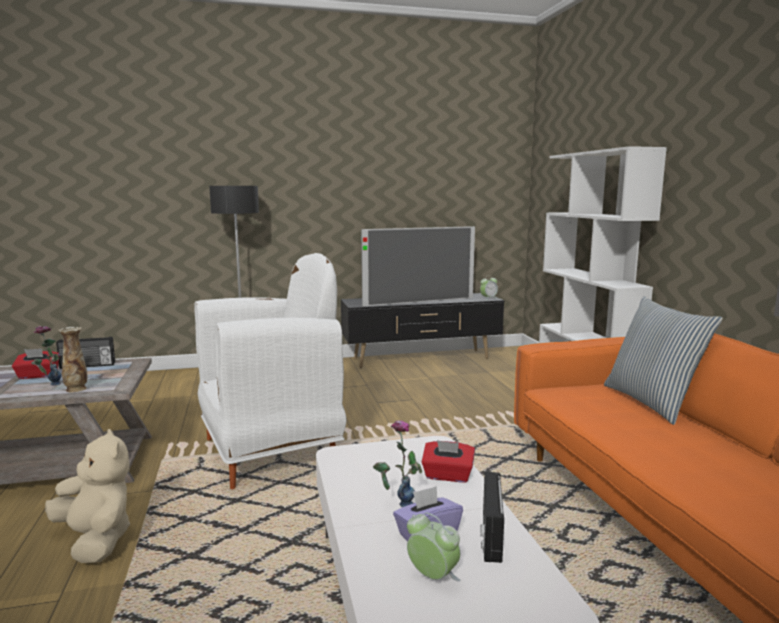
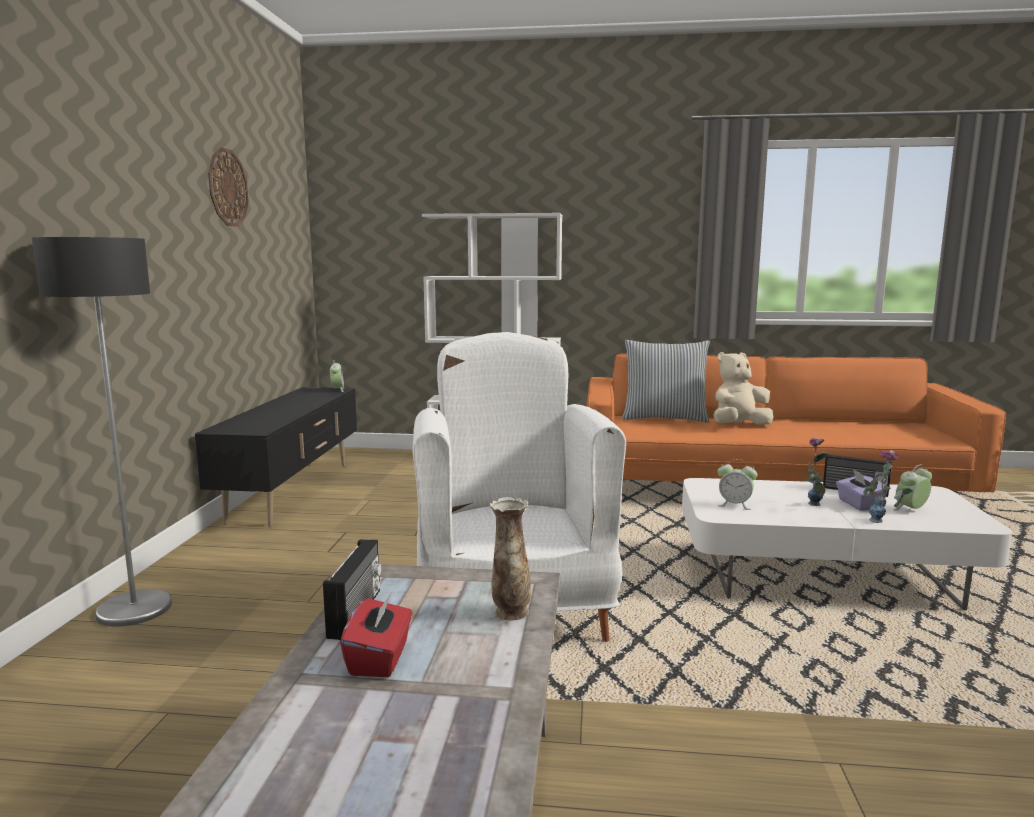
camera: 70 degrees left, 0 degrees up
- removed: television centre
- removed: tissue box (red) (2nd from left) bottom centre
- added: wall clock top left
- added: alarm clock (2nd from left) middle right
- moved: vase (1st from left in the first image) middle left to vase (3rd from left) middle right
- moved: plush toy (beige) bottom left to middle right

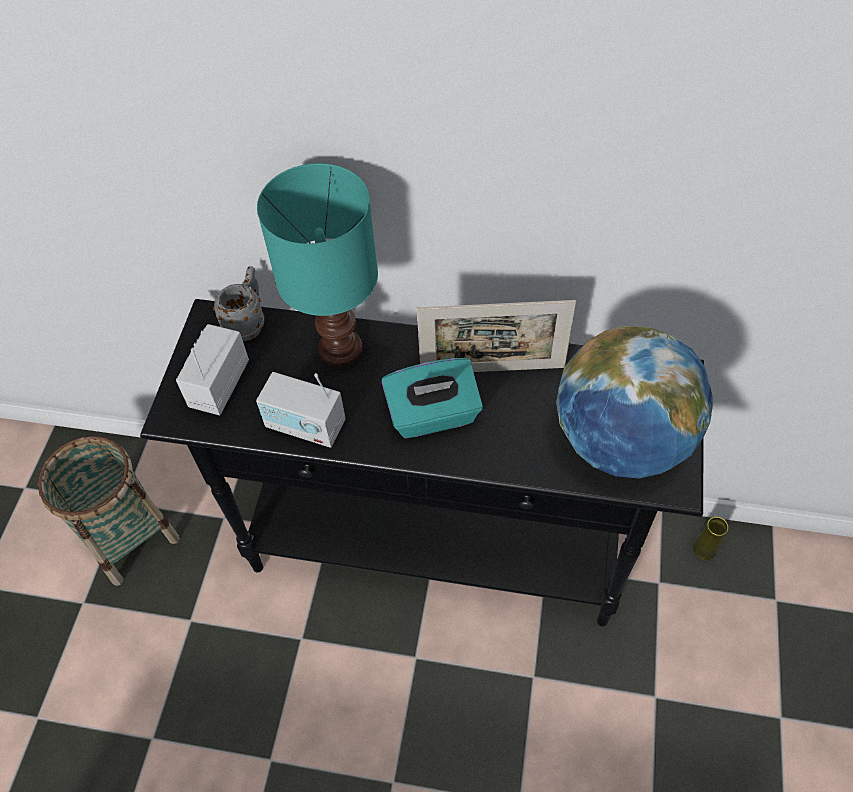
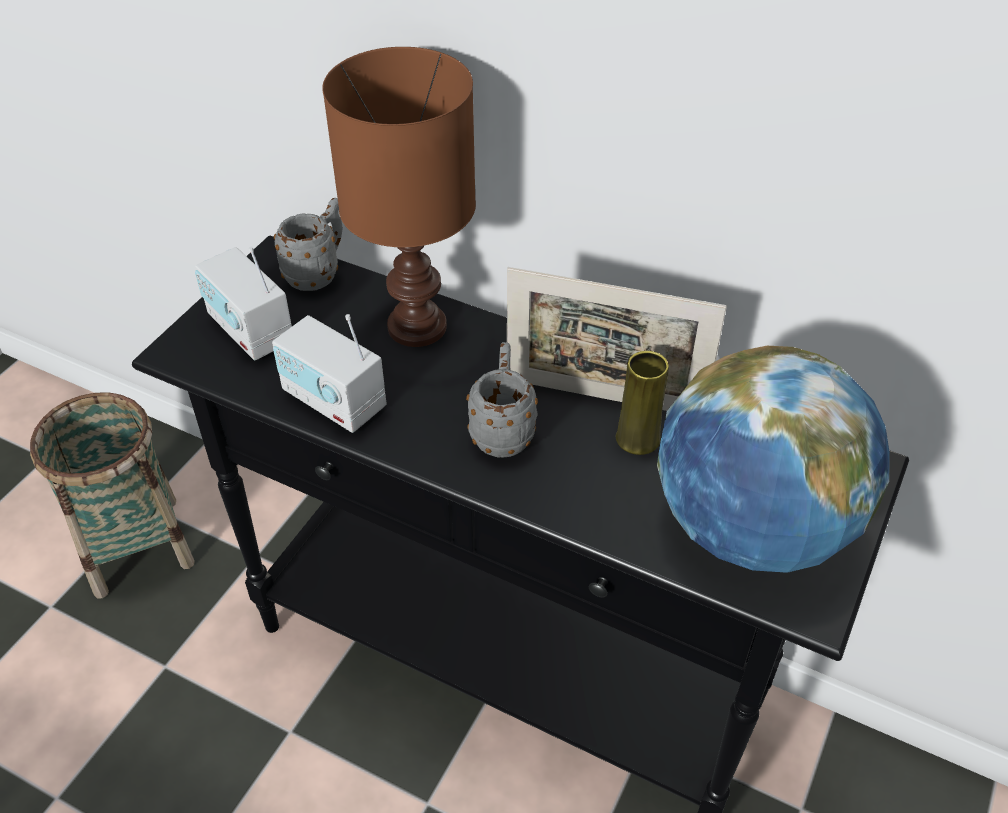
camera: 15 degrees right, 10 degrees down
- moved: vase (yellow) bottom right to centre
- replaced: tissue box (turquoise) centre to mug (grey) (2nd from left) centre
- recoloured: table lamp (turquoise) centre to table lamp (brown) top centre
- turned: radio (1st from left) middle left = middle left 75 degrees counterclockwise

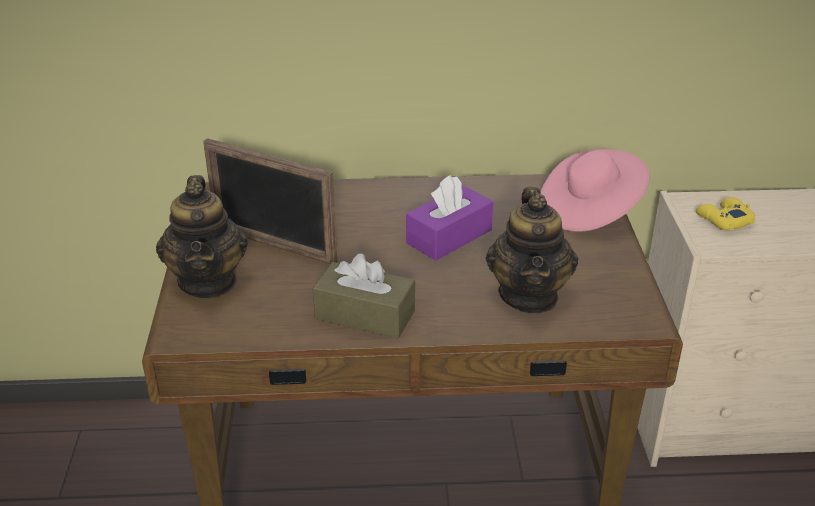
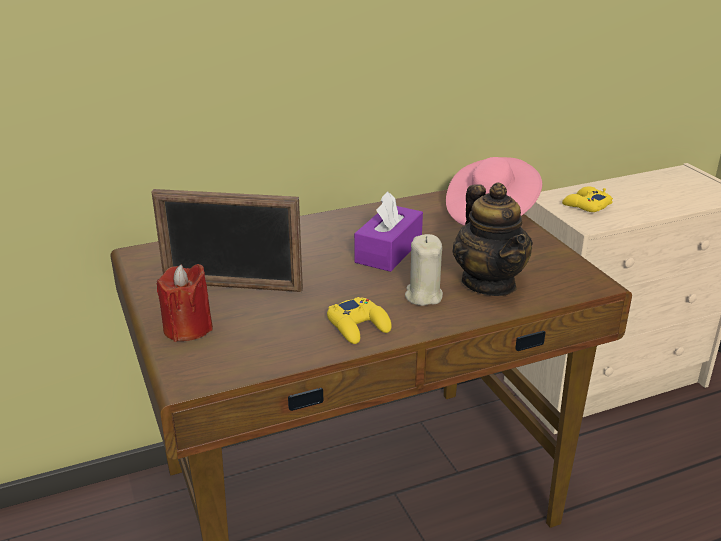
camera: 20 degrees left, 5 degrees down
- added: candle (beige) centre
- replaced: teapot (1st from left) middle left to candle (red) middle left
- replaced: tissue box (brown) centre to game controller (yellow) (1st from left) centre

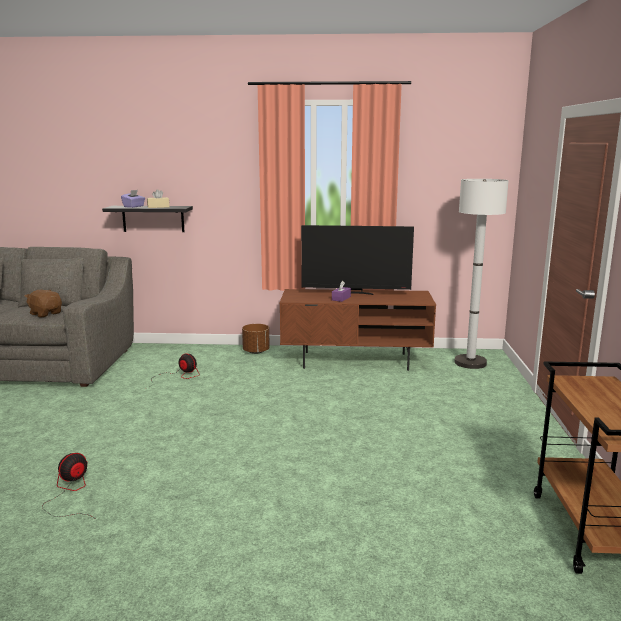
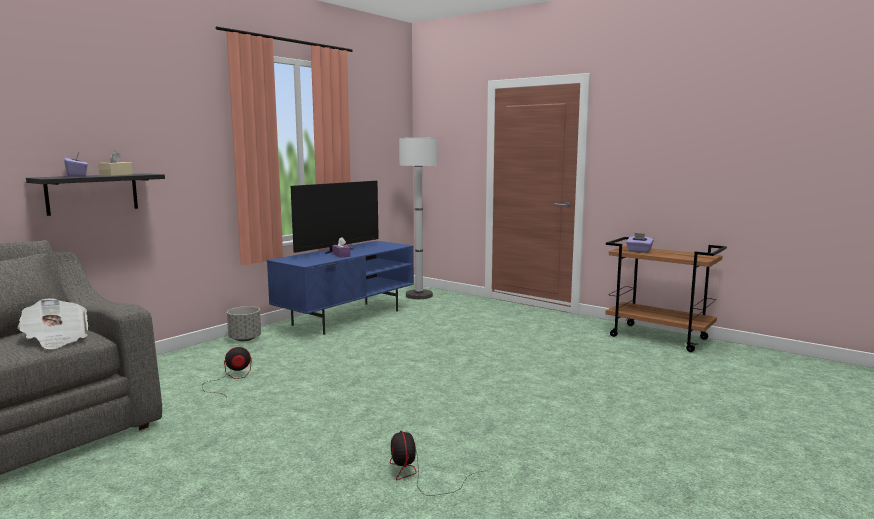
camera: 55 degrees left, 5 degrees down
- added: tissue box (purple) (3rd from left) middle right
- replaced: plush toy (brown) middle left to newspaper middle left
- recoloured: planter (brown) centre to planter (grey) middle left
- recoloured: tv stand (brown) centre to tv stand (blue) centre

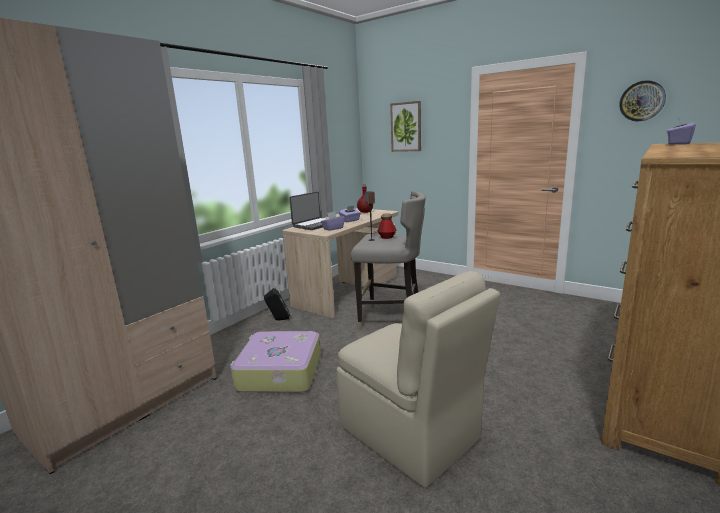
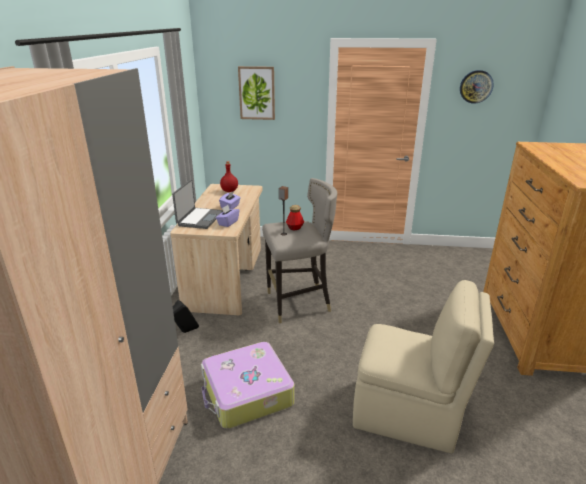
camera: 30 degrees left, 10 degrees up
- removed: tissue box (purple) (3rd from left) top right

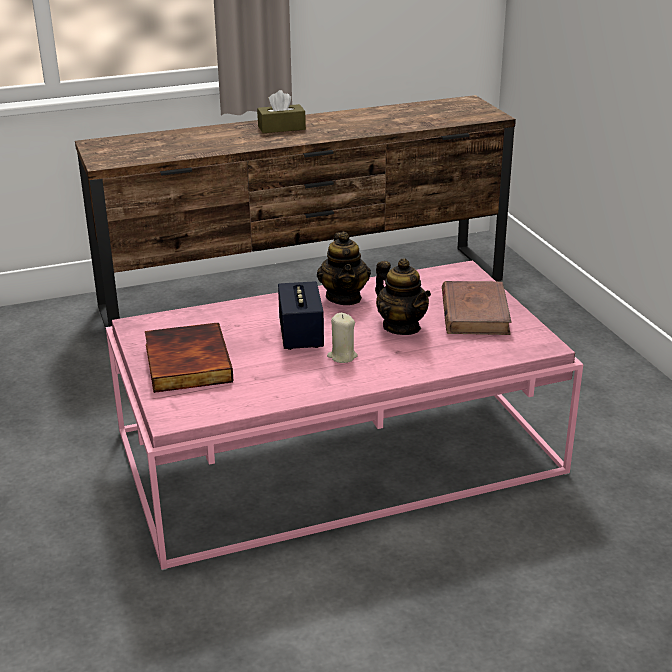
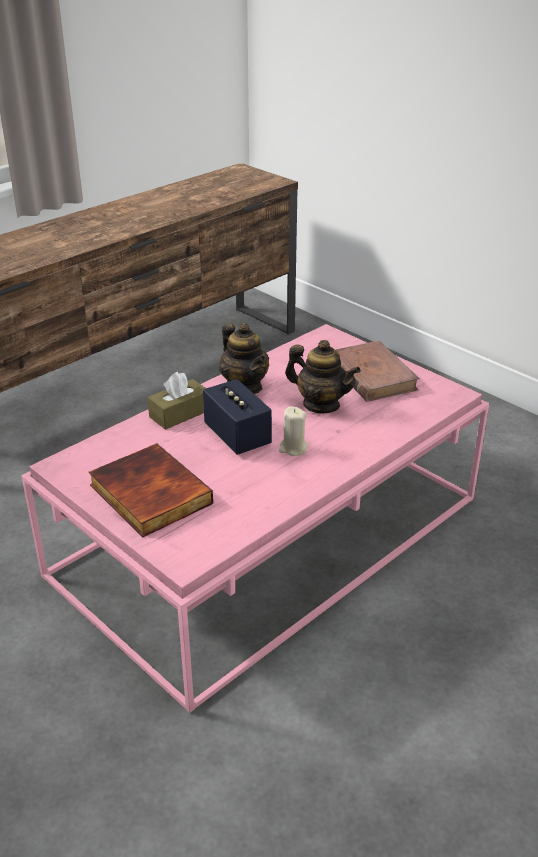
camera: 25 degrees left, 5 degrees up
- moved: tissue box (brown) top centre to middle left

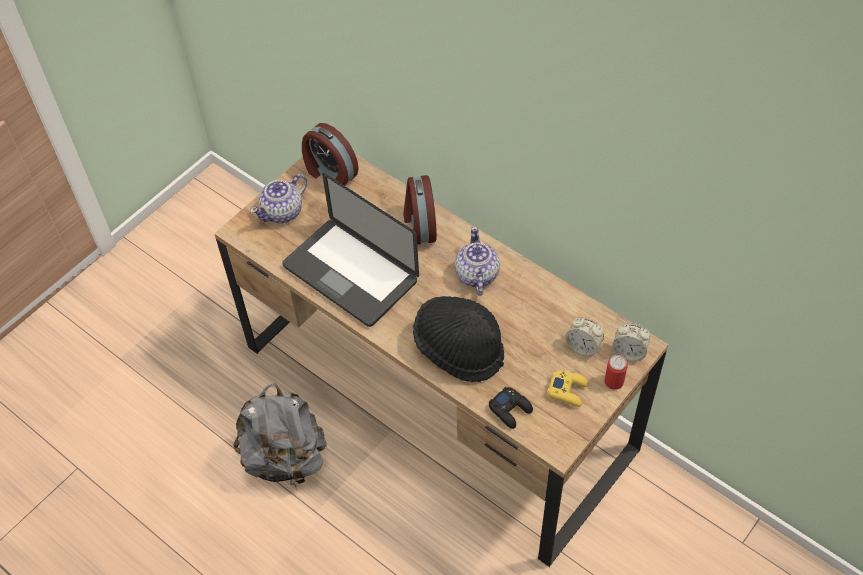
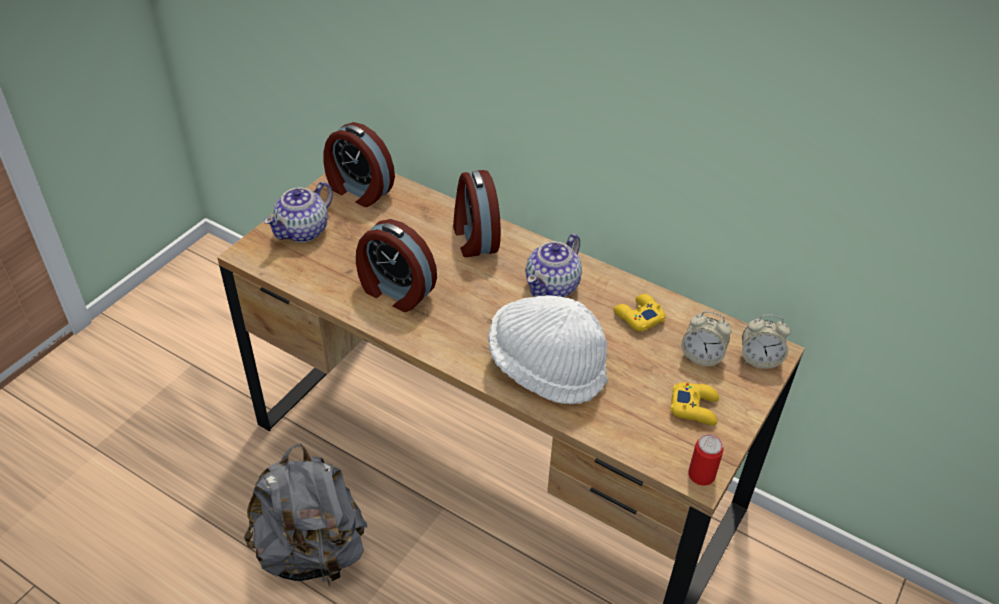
camera: 10 degrees left, 10 degrees down
- removed: game controller (black) bottom centre
- added: game controller (yellow) (1st from left) centre
- moved: can middle right to bottom right
- replaced: laptop centre to alarm clock (2nd from left) centre
- recoloured: hat (black) centre to hat (white) centre
- turned: teapot (2nd from left) centre = centre 135 degrees counterclockwise

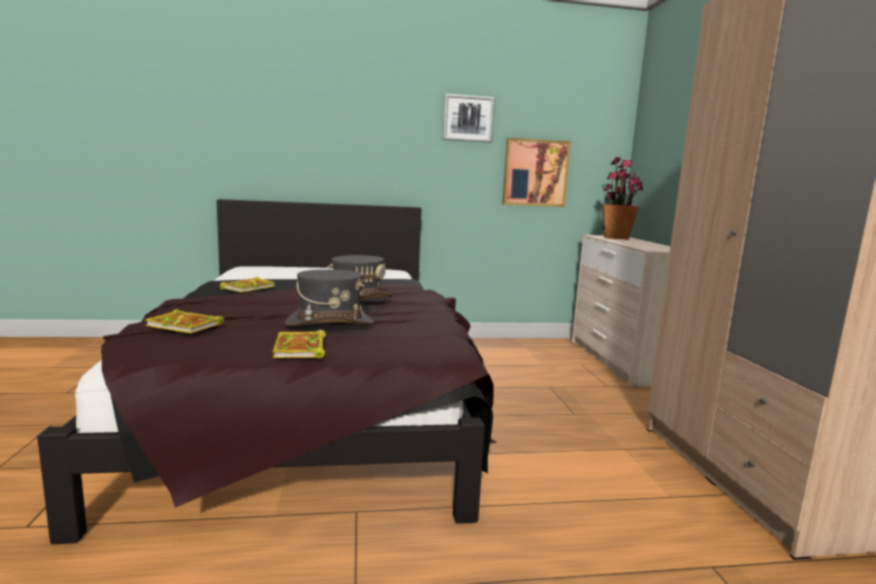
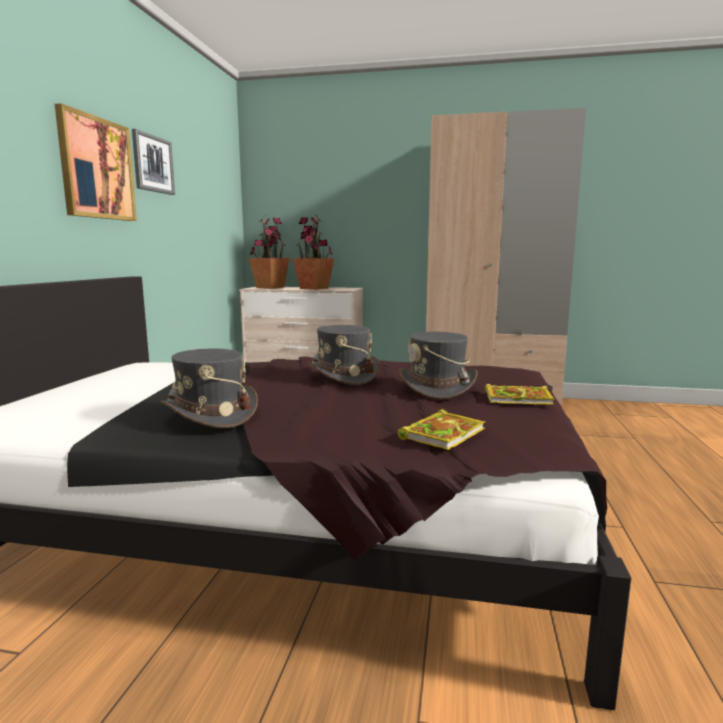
camera: 70 degrees left, 0 degrees up
- added: potted plant (2nd from left) centre
- moved: picture (2nd from left in the first image) top centre to picture (1st from left) top left
- replaced: book (2nd from left) middle left to hat (grey) (1st from left) middle left

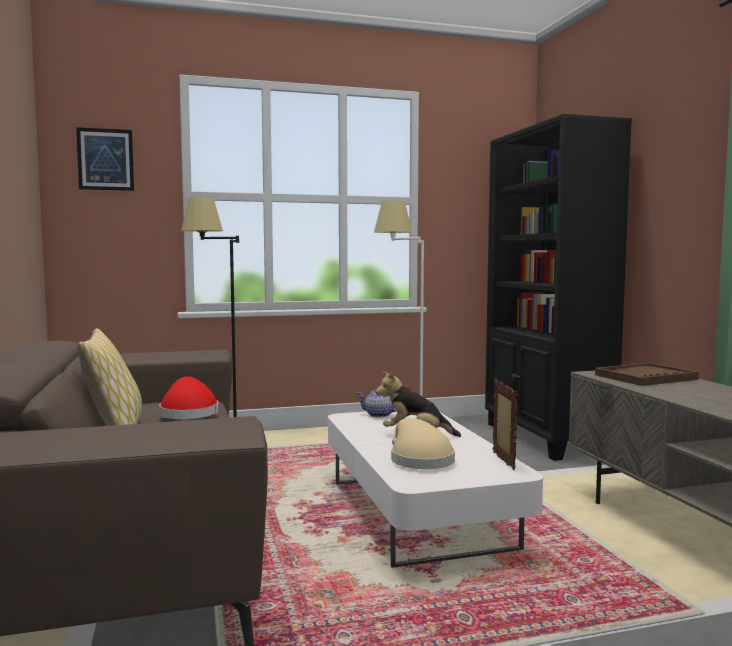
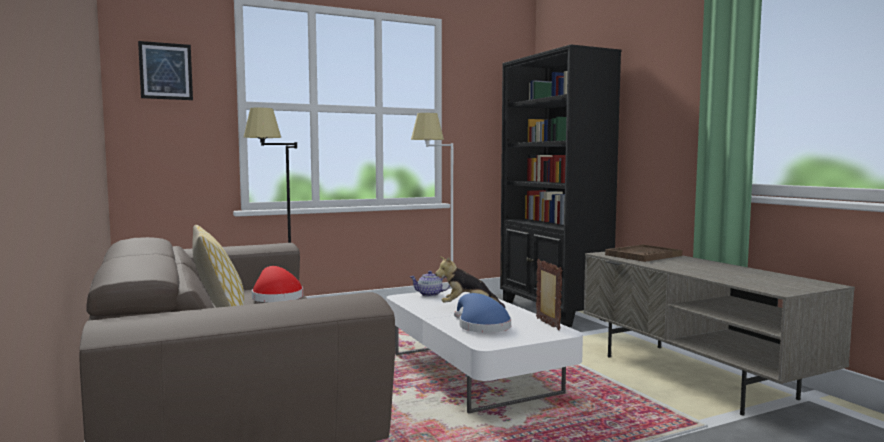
camera: 10 degrees left, 0 degrees up
- recoloured: hat (beige) bottom centre to hat (blue) bottom centre

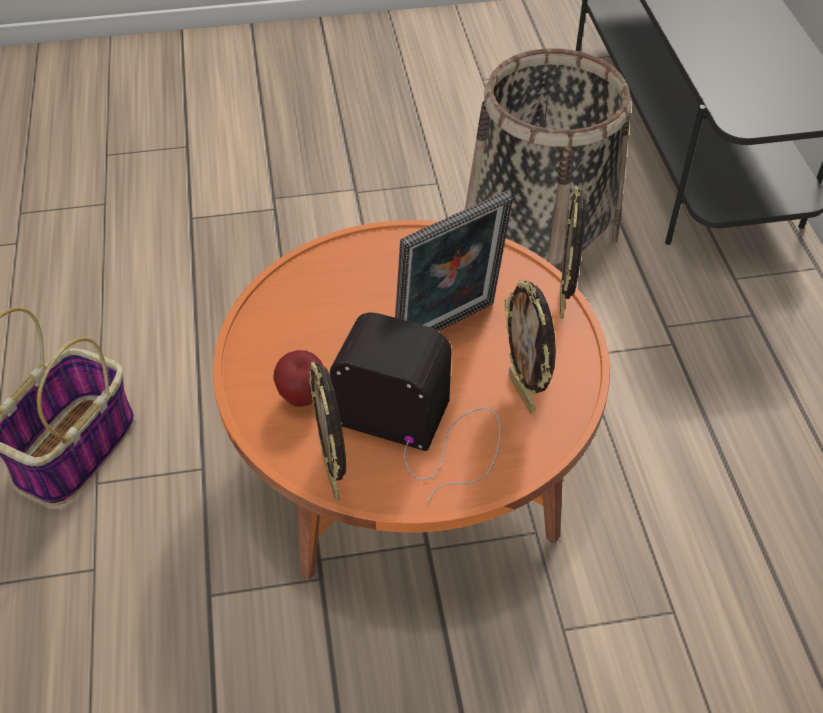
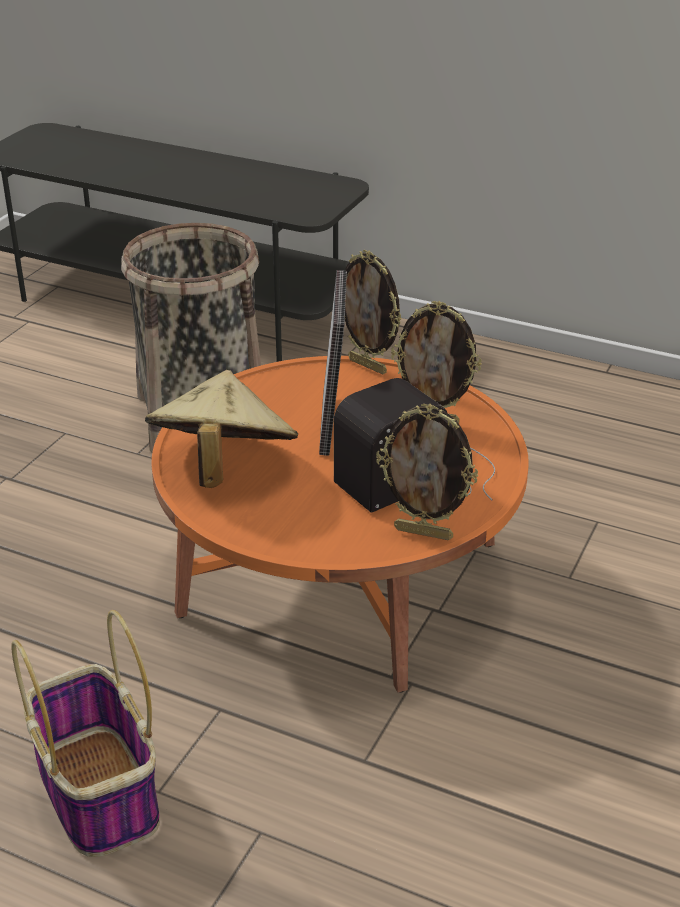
camera: 55 degrees left, 15 degrees down
- removed: apple centre
- added: hat (beige) middle left

